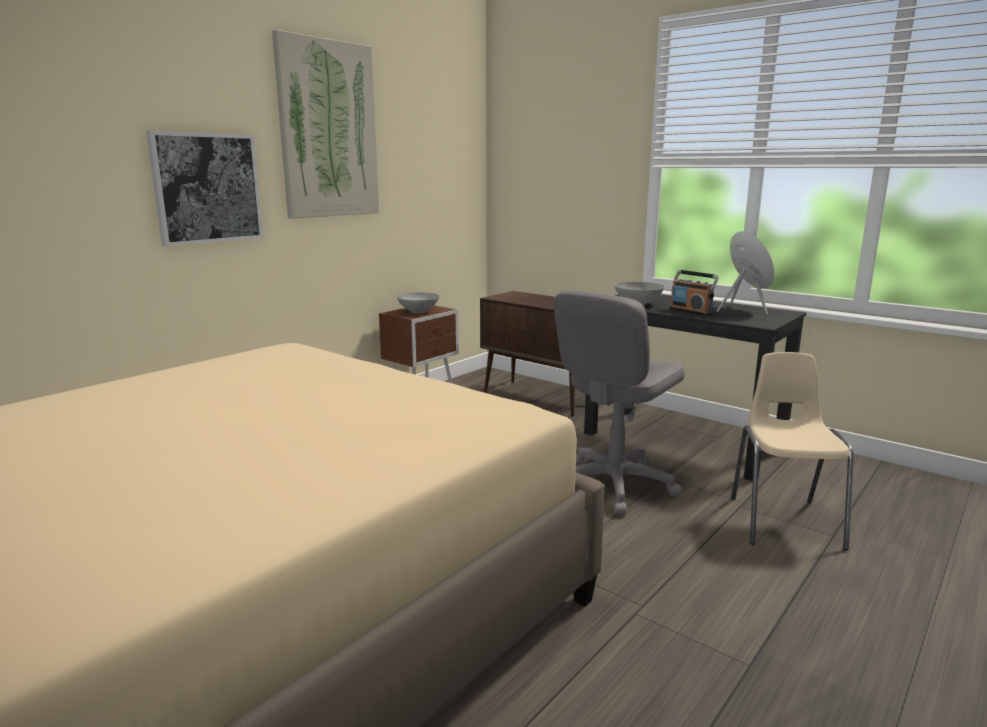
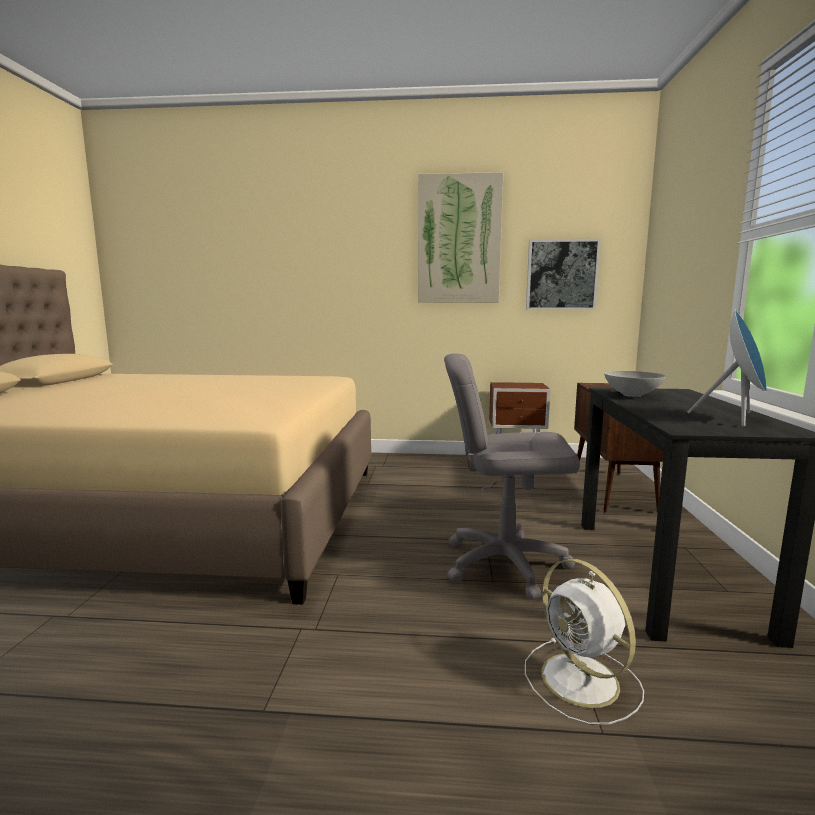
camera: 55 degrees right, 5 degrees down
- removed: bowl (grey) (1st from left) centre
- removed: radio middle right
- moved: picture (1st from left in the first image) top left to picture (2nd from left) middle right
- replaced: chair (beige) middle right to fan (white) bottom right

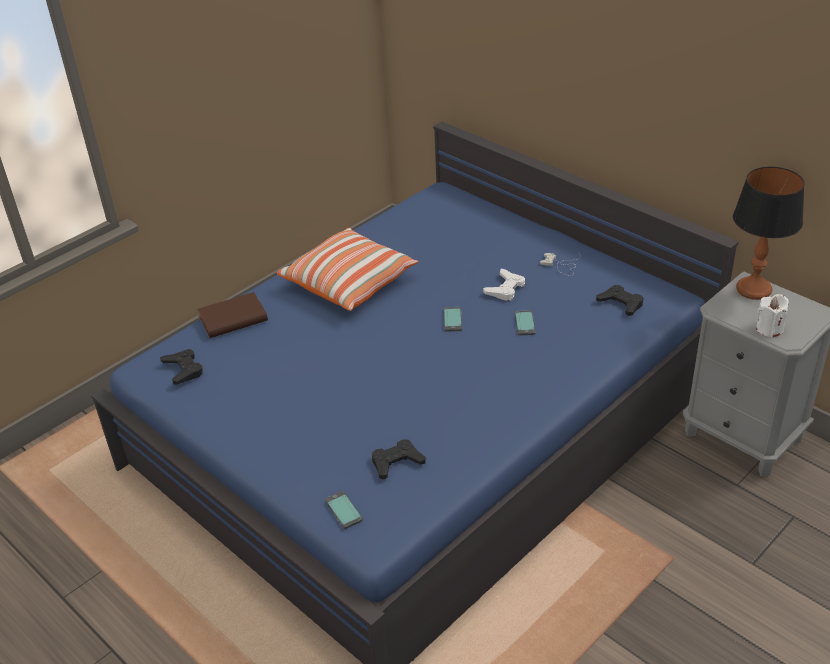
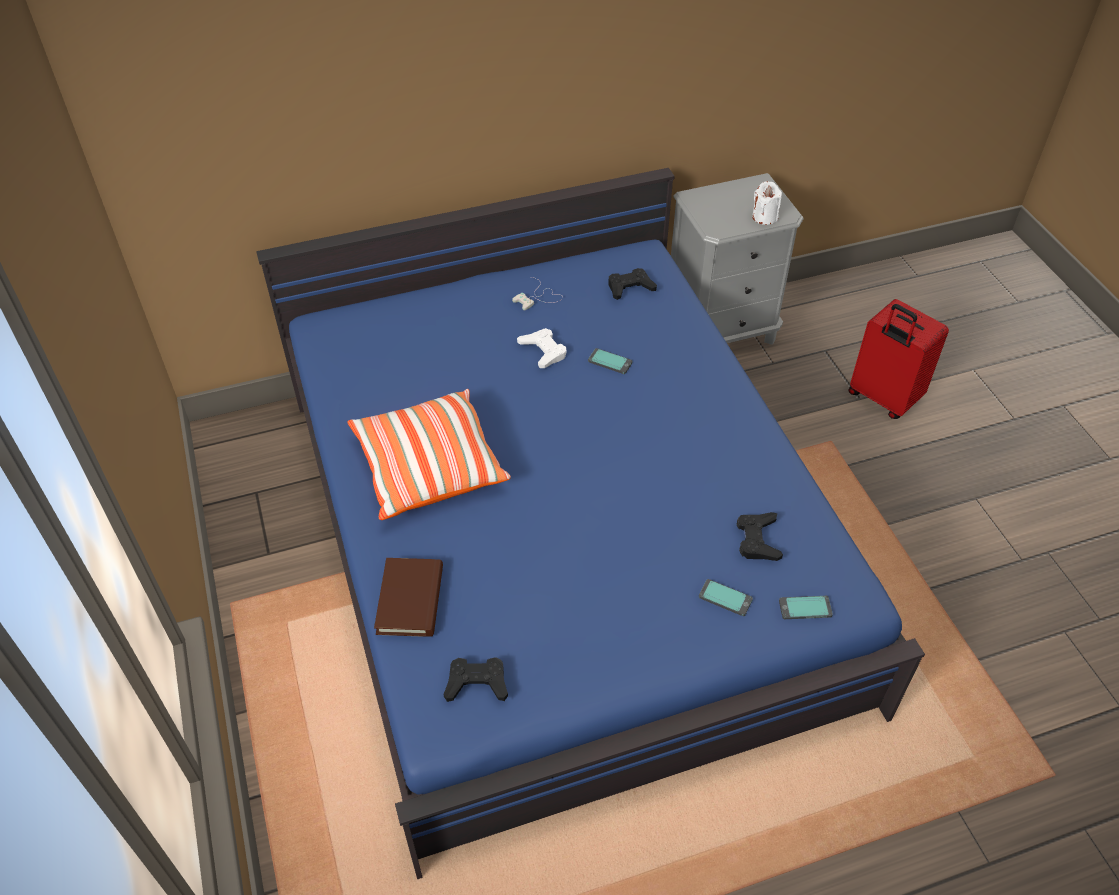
camera: 65 degrees left, 10 degrees up
- removed: table lamp middle right
- added: suitcase (red) middle right
- moved: phone (2nd from left) centre to bottom centre

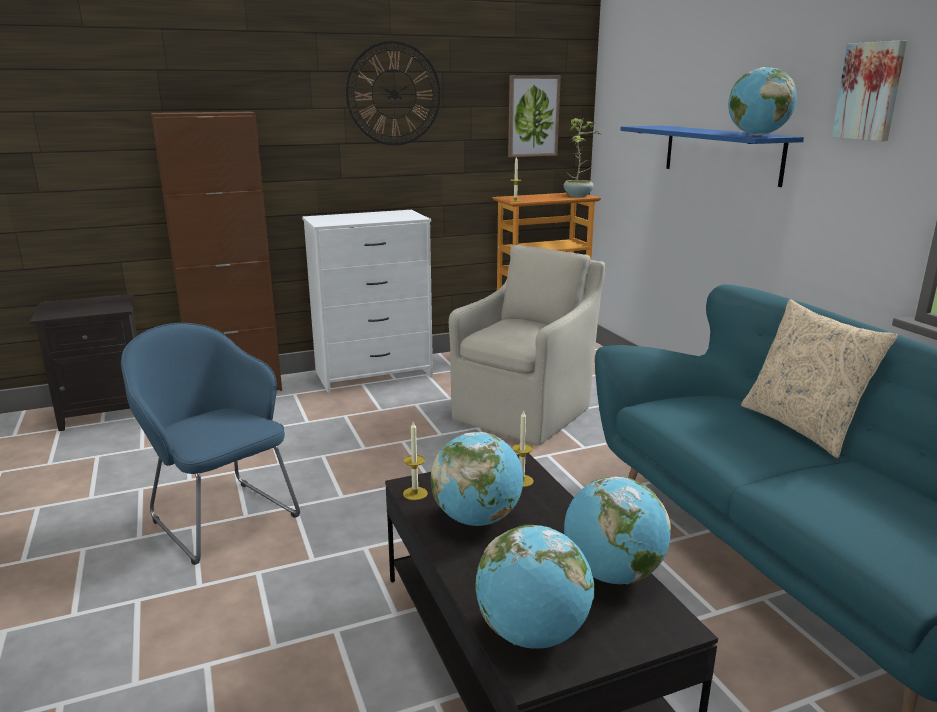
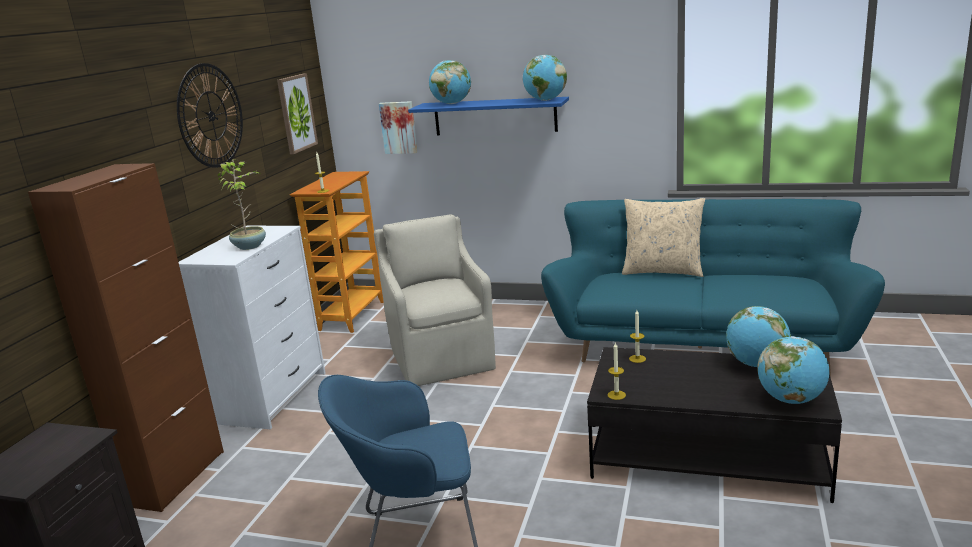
camera: 50 degrees left, 0 degrees up
- moved: globe (1st from left) bottom centre to top centre
- moved: potted plant top centre to middle left
- moved: picture (2nd from left) top right to top centre

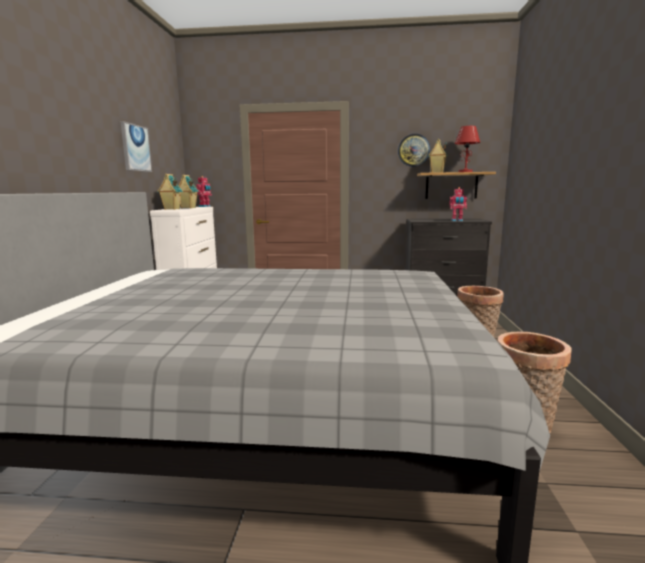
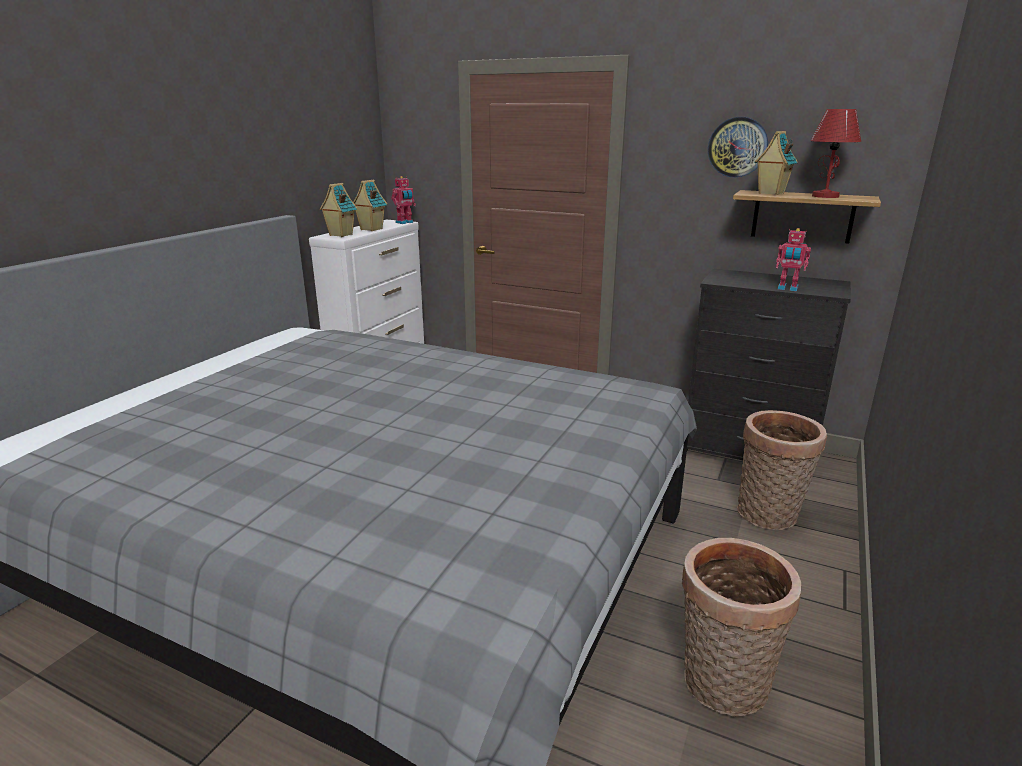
camera: 20 degrees right, 10 degrees up
- removed: picture top left

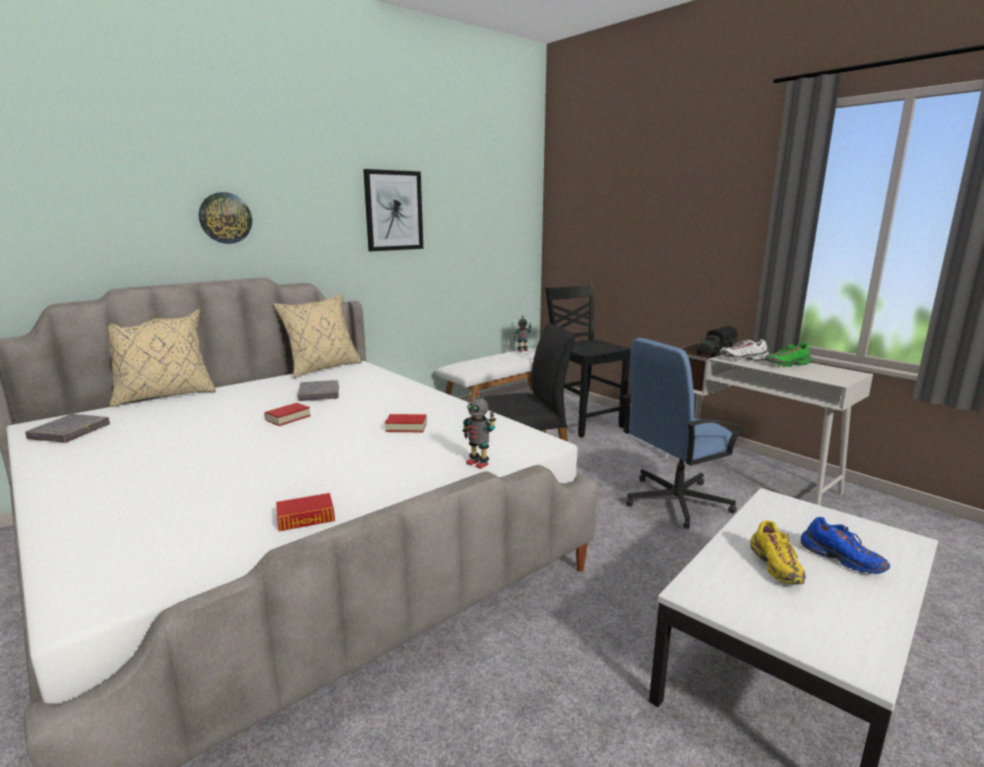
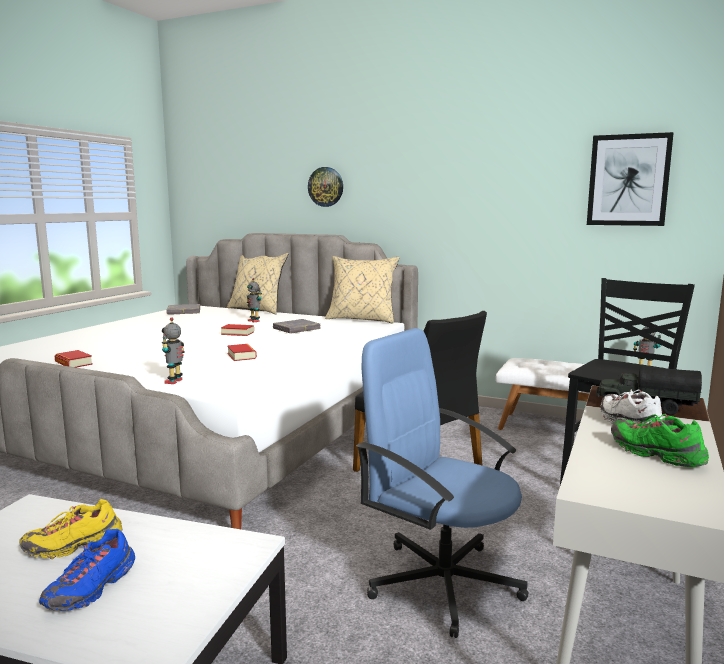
camera: 65 degrees right, 5 degrees down
- added: toy robot (2nd from left) centre
- moved: picture top centre to top right

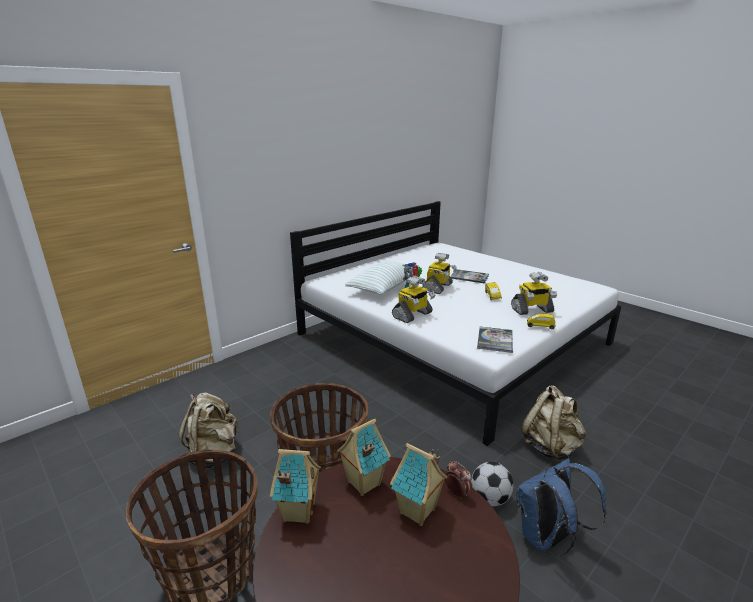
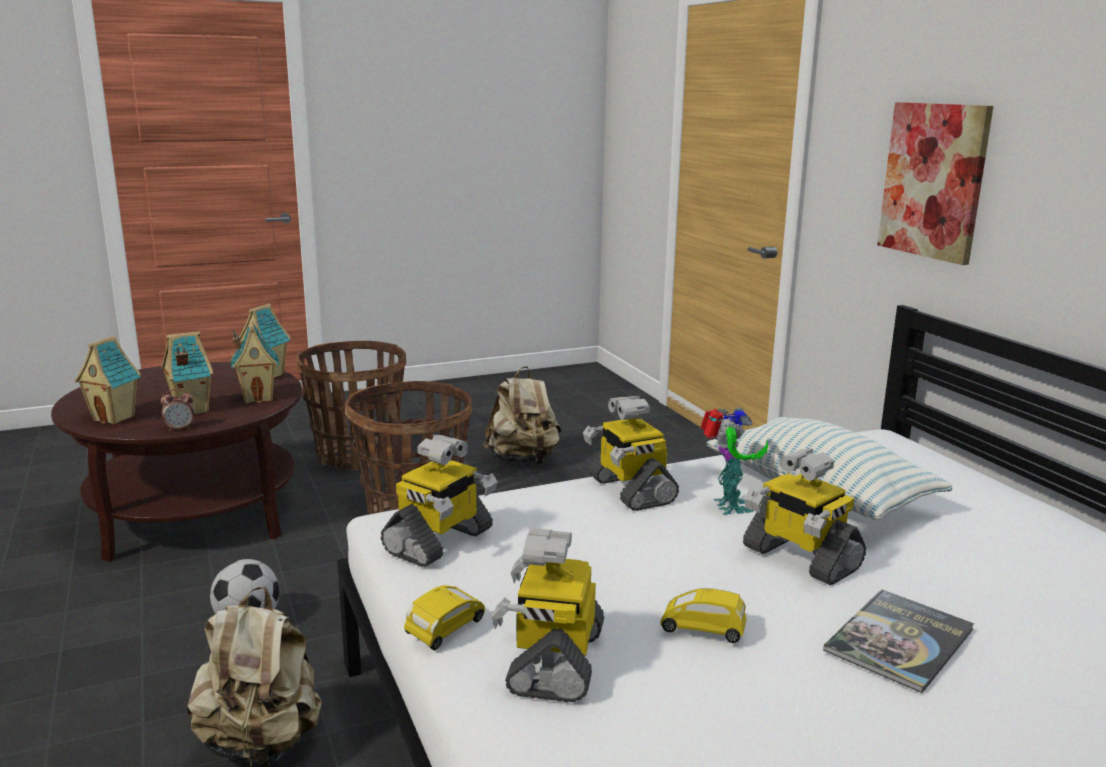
camera: 110 degrees right, 5 degrees down
- removed: backpack (blue) bottom right
- added: toy house (1st from left) middle left
- added: picture top right
- replaced: book (2nd from left) centre to toy robot (1st from left) centre

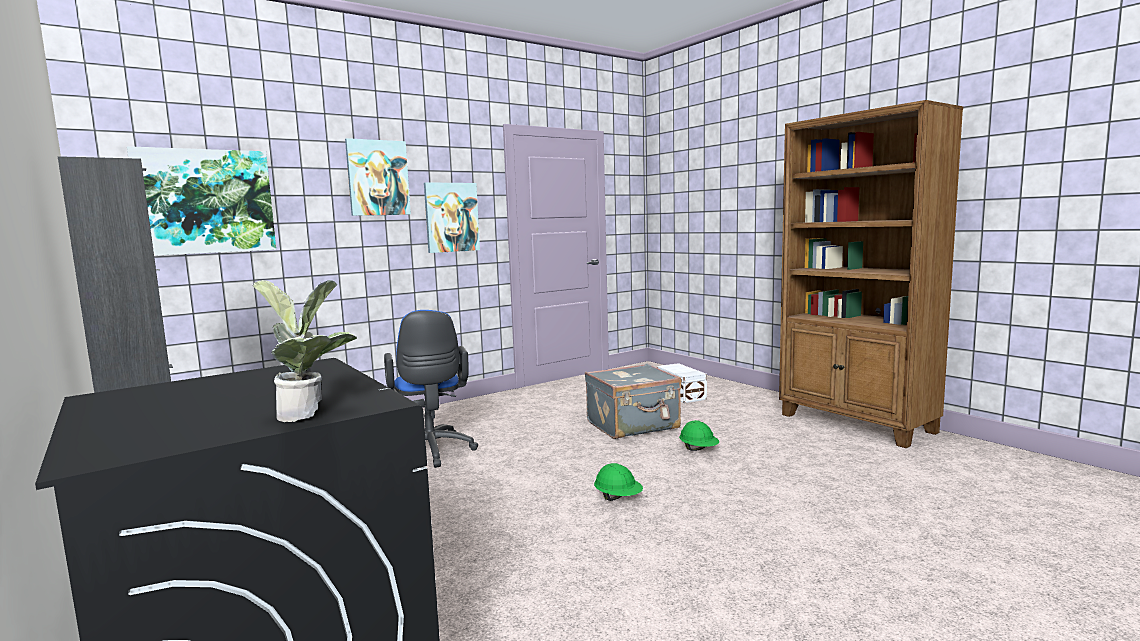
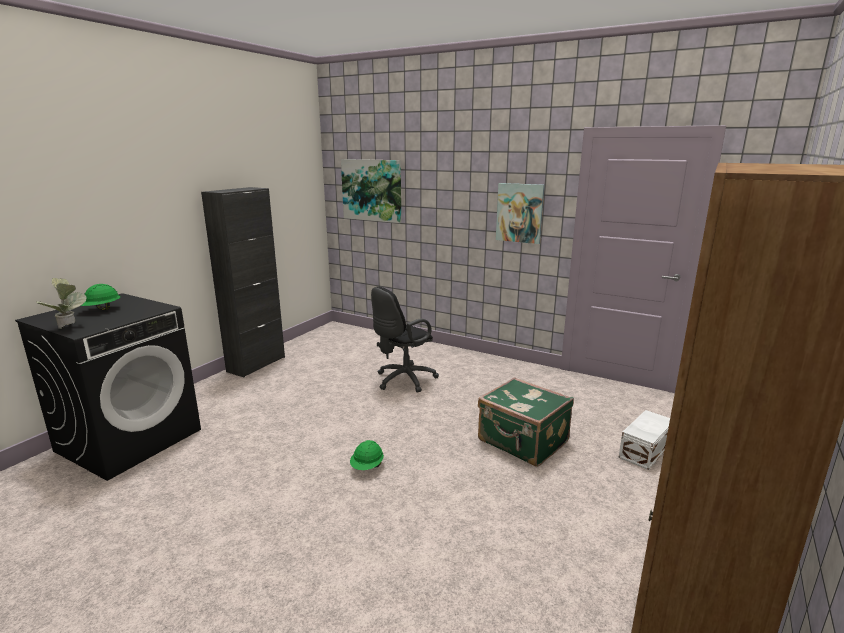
camera: 65 degrees right, 10 degrees up
- removed: picture (2nd from left) top left
- moved: hard hat (green) (2nd from left in the first image) bottom centre to hard hat (green) (1st from left) middle left
- recoloured: office chair (blue) centre to office chair (black) centre
- recoloured: suitcase (grey) centre to suitcase (green) bottom centre

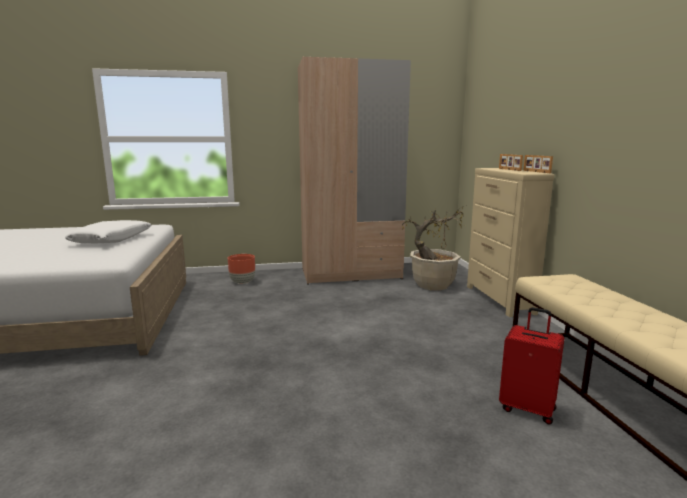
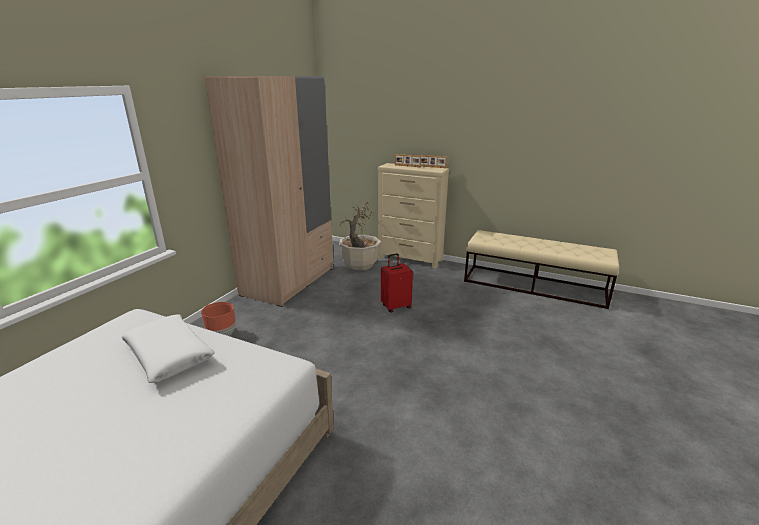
camera: 55 degrees left, 10 degrees up
- moved: suitcase (red) bottom right to centre

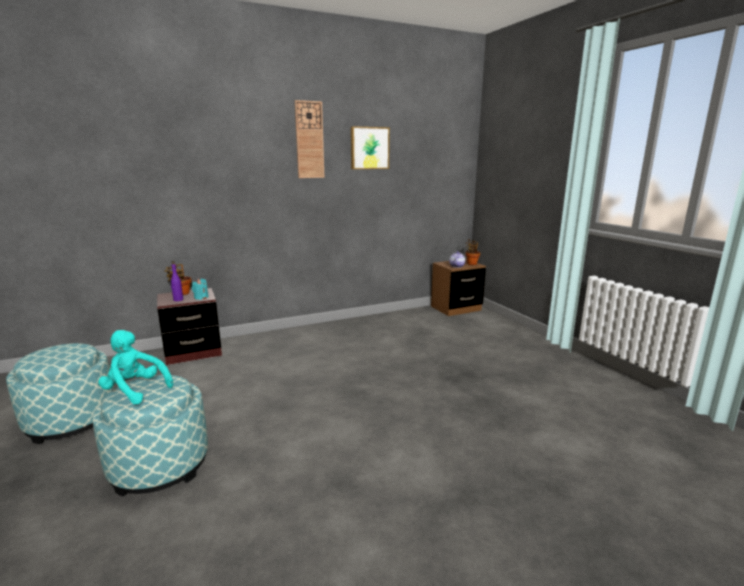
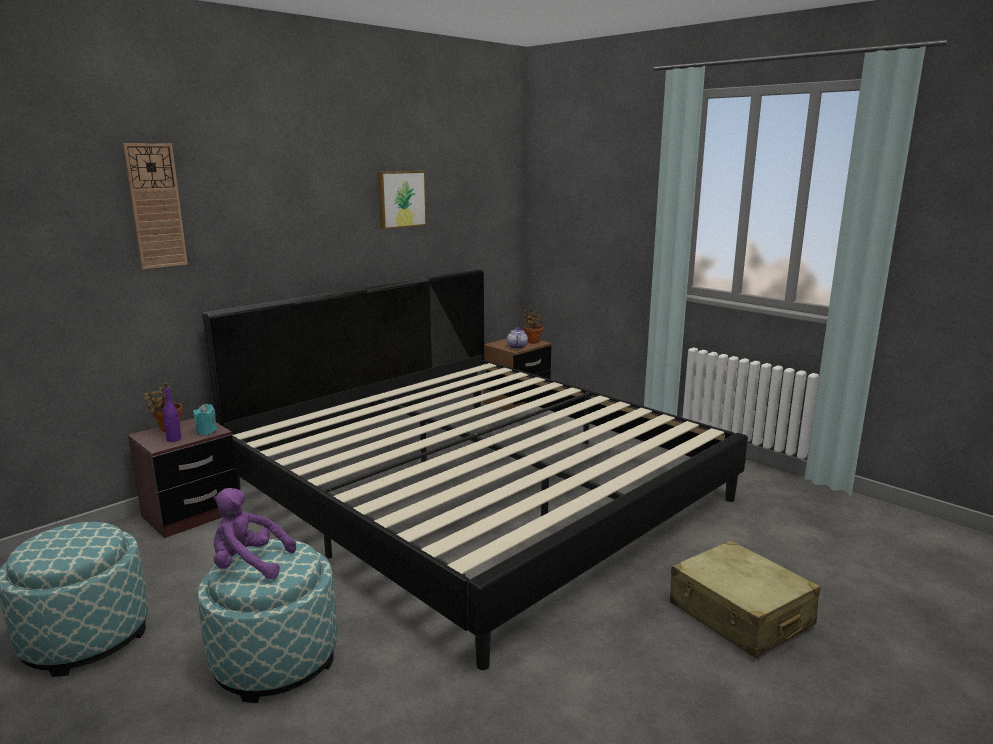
camera: 20 degrees left, 0 degrees up
- added: bed centre
- added: suitcase (beige) bottom right
- moved: wall clock top centre to top left
- recoloured: plush toy (turquoise) middle left to plush toy (purple) bottom left

